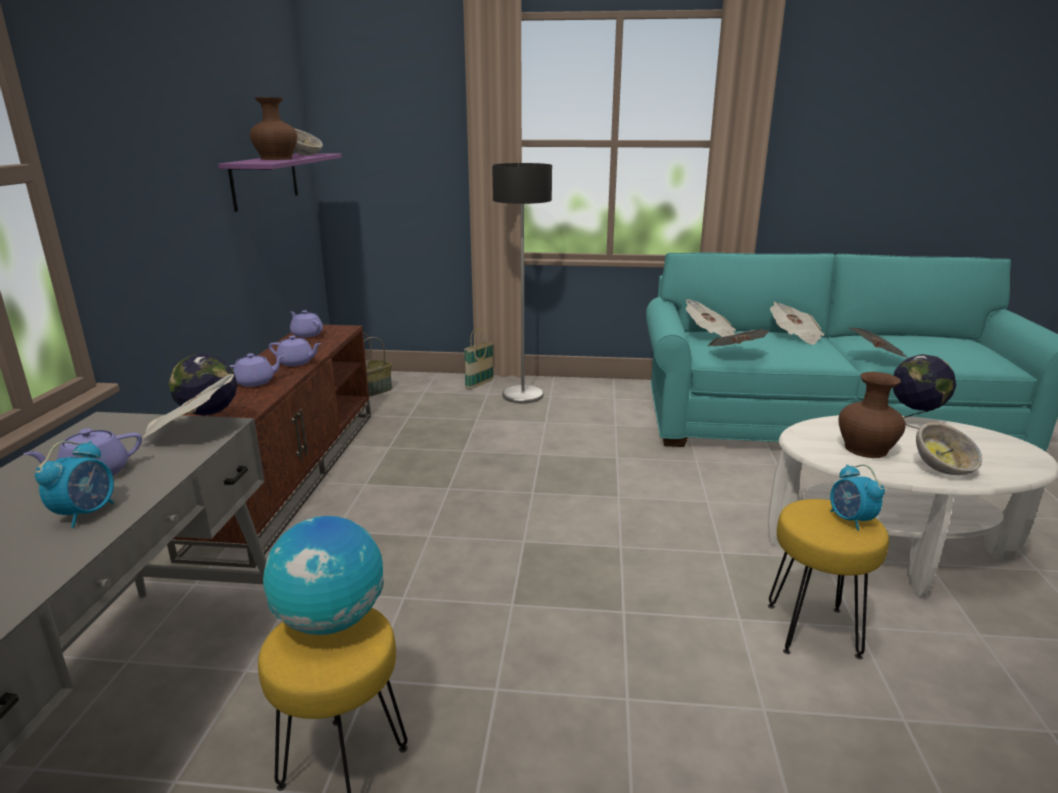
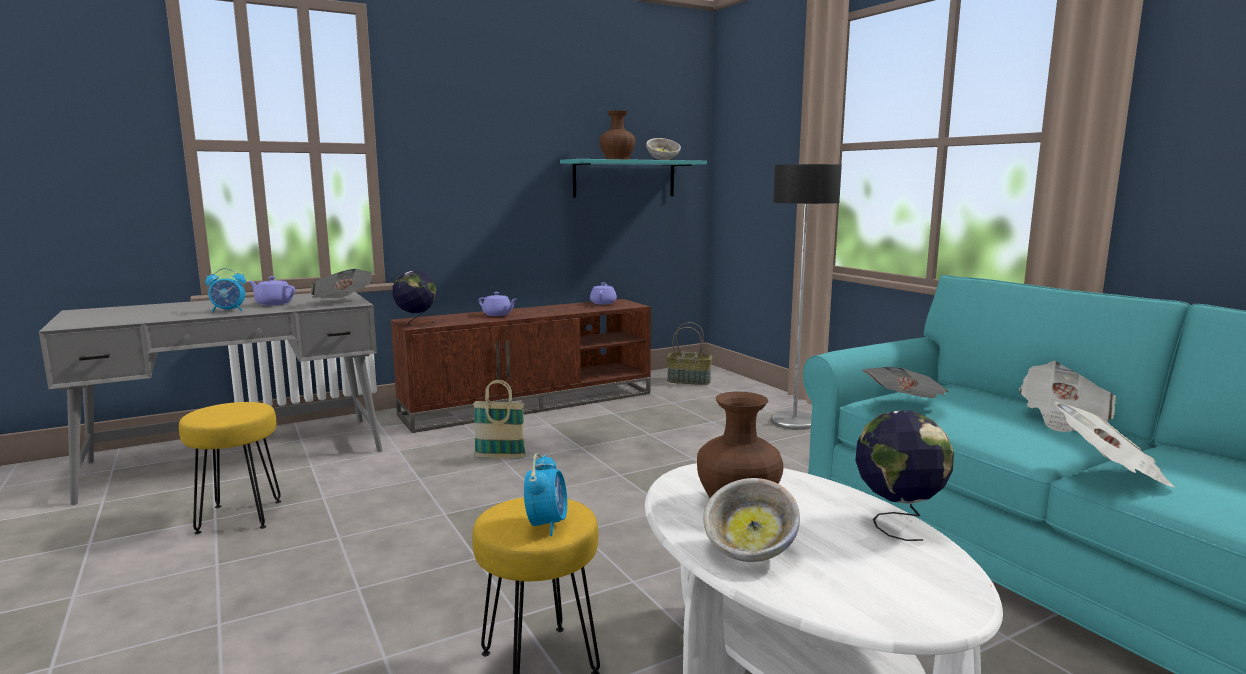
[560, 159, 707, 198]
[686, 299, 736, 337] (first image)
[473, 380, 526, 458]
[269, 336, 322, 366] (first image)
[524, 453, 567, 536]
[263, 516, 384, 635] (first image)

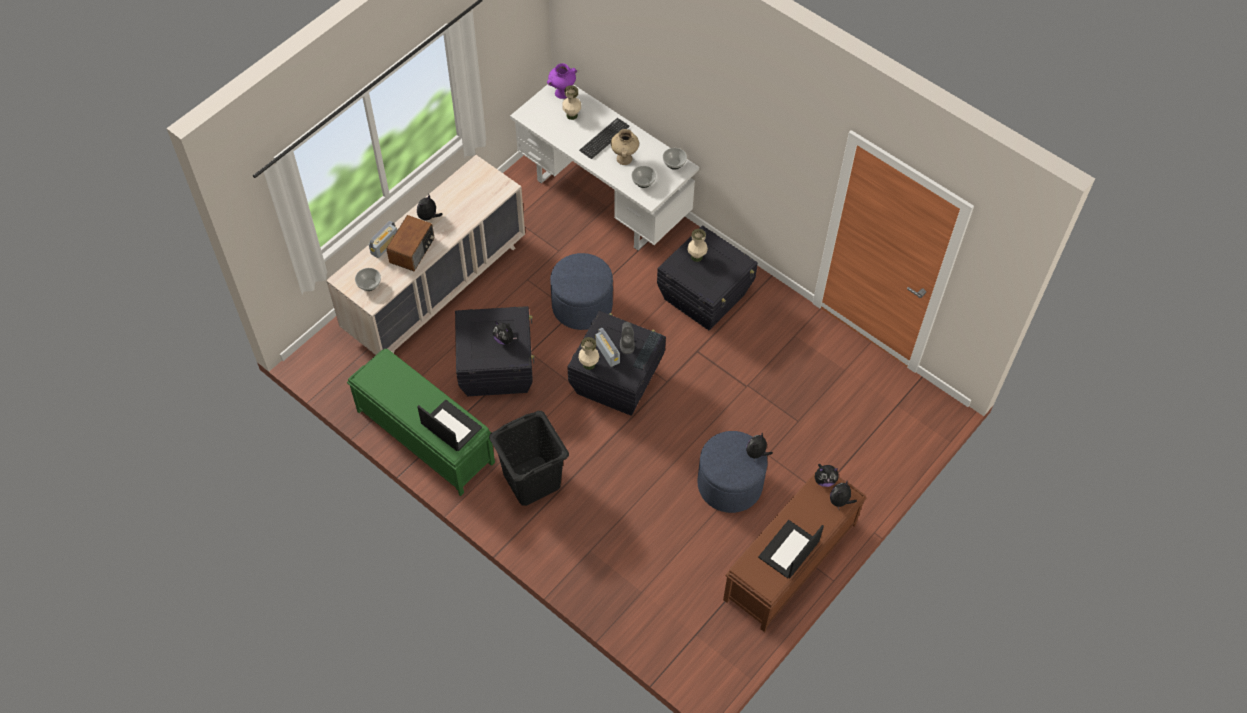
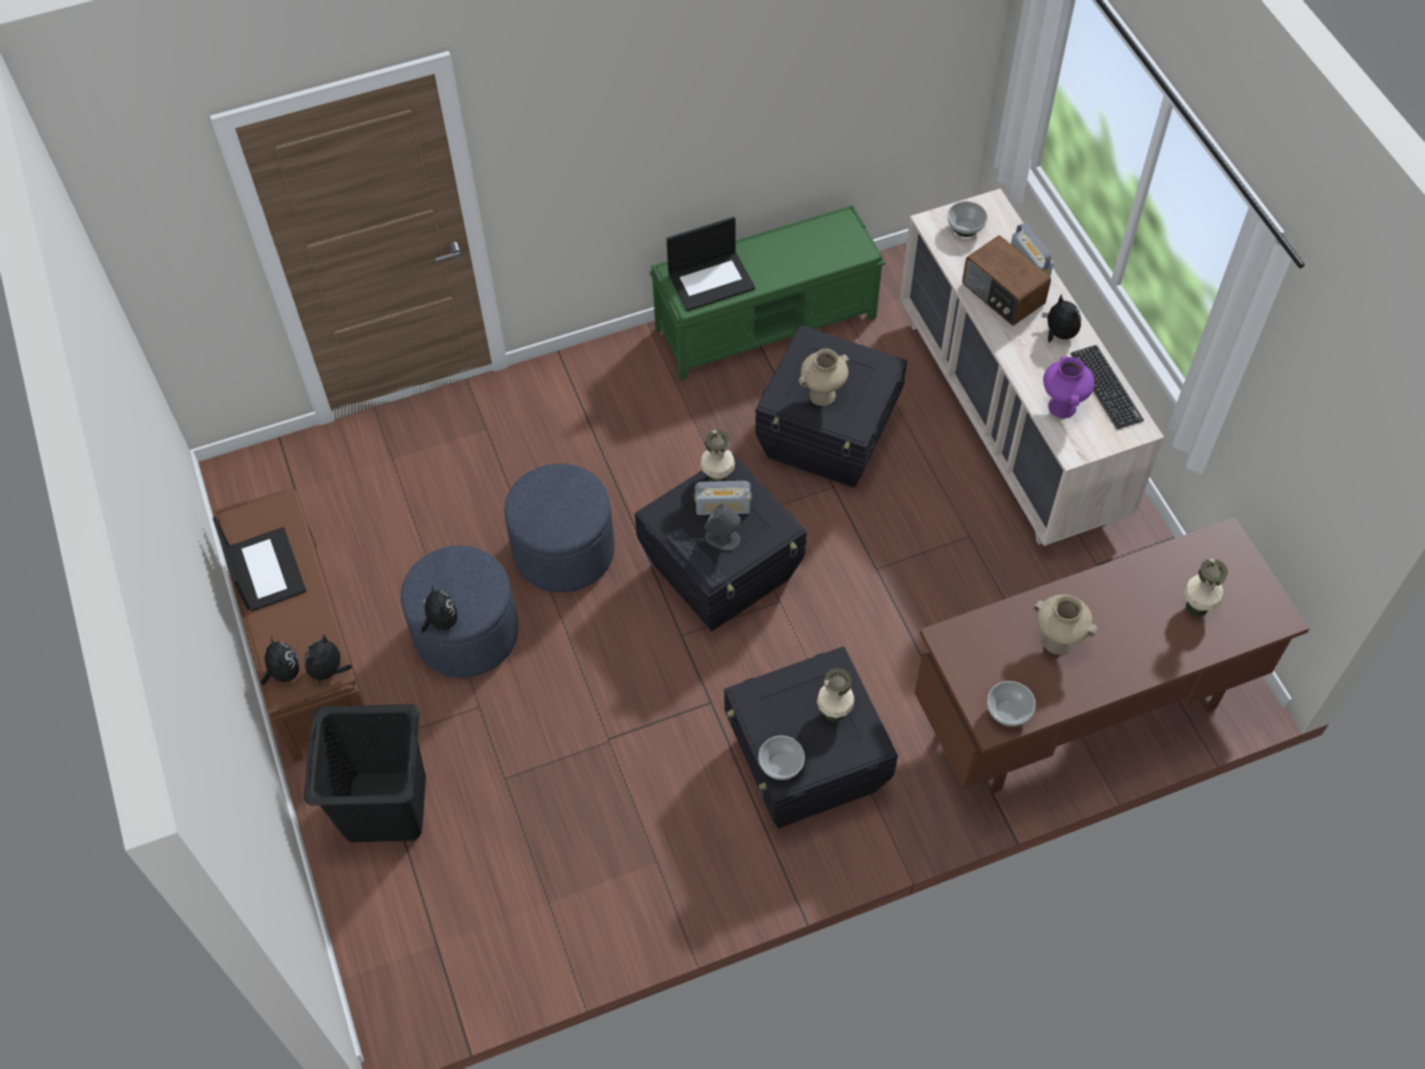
[1043, 356, 1094, 418]
[914, 517, 1310, 793]
[1071, 345, 1144, 429]
[758, 736, 805, 780]
[504, 464, 615, 592]
[799, 349, 850, 406]
[304, 704, 426, 842]

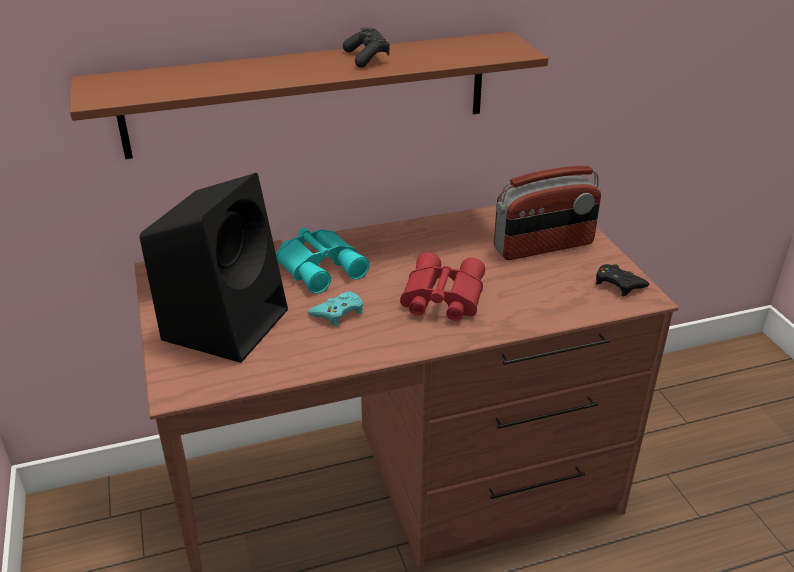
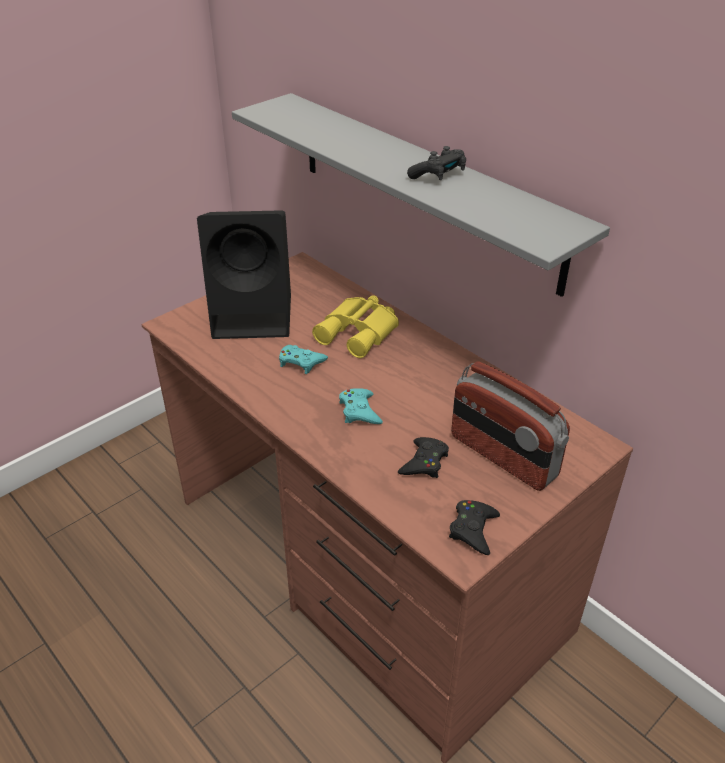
[232, 93, 610, 297]
[312, 295, 399, 358]
[339, 388, 383, 424]
[398, 437, 449, 478]

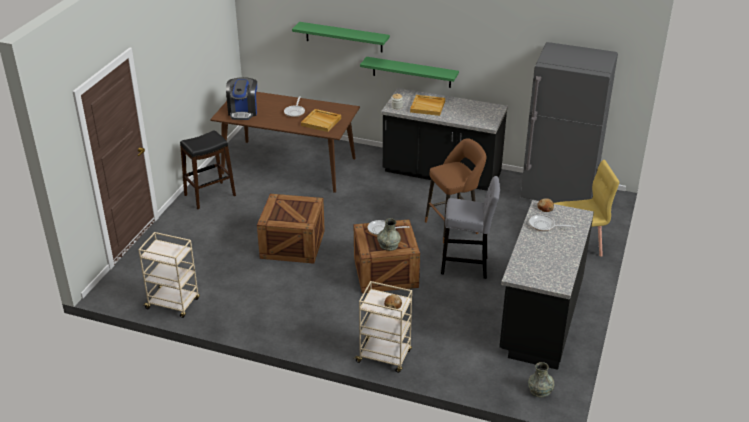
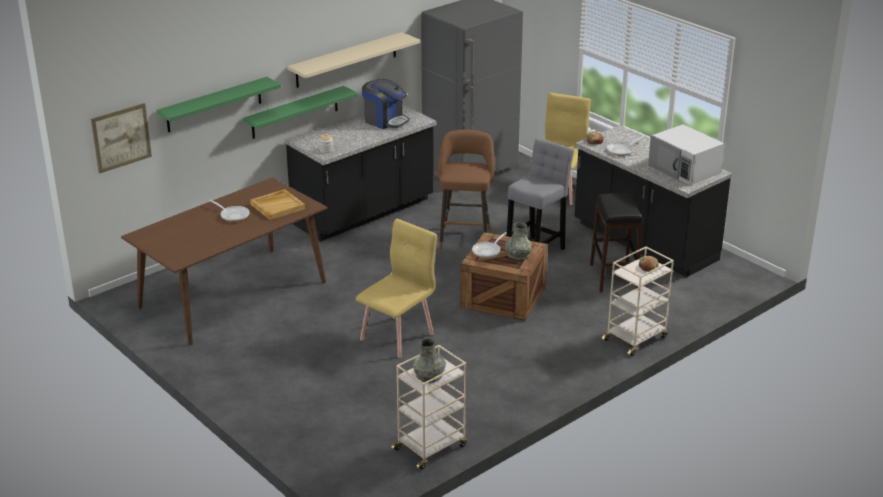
[362, 79, 410, 129]
[410, 95, 445, 116] (first image)
[590, 193, 643, 292]
[356, 219, 437, 358]
[413, 338, 446, 383]
[287, 32, 420, 88]
[91, 103, 152, 173]
[648, 124, 725, 185]

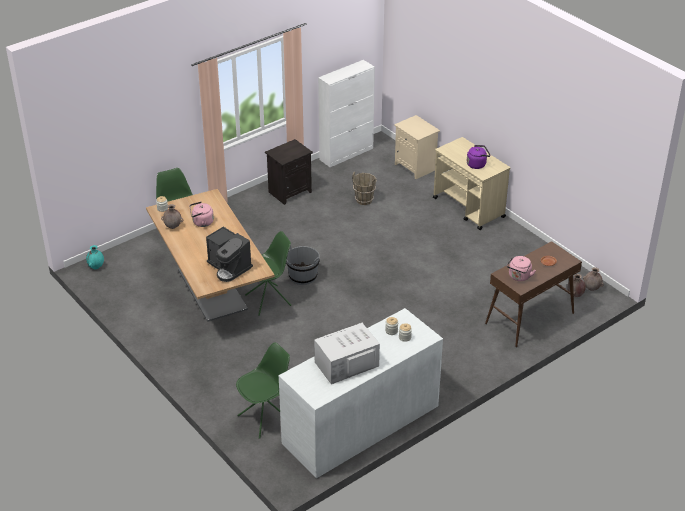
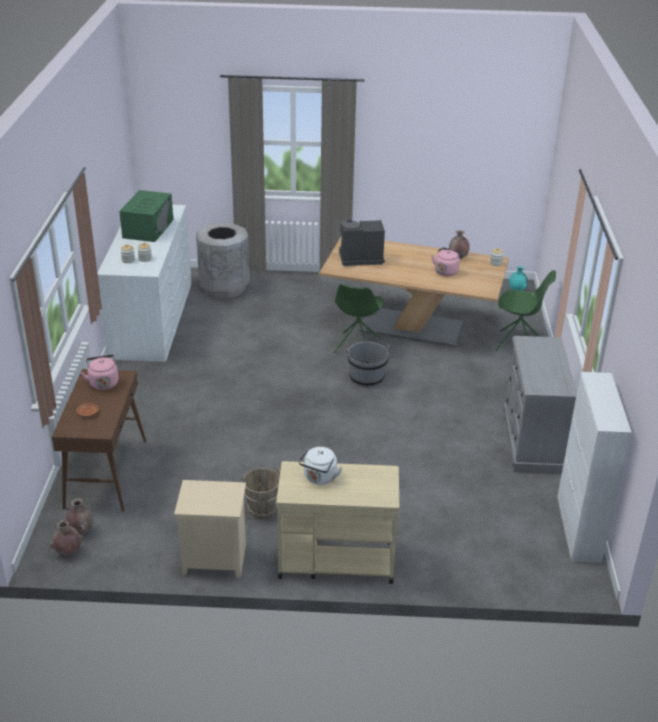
[174, 480, 246, 578]
[503, 336, 577, 474]
[299, 447, 342, 485]
[242, 466, 280, 519]
[119, 190, 173, 242]
[196, 223, 250, 298]

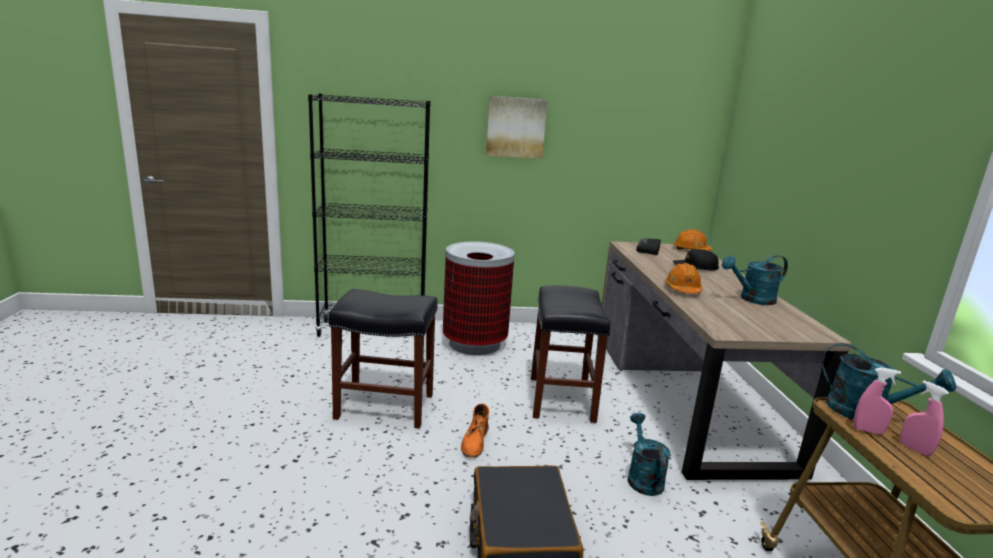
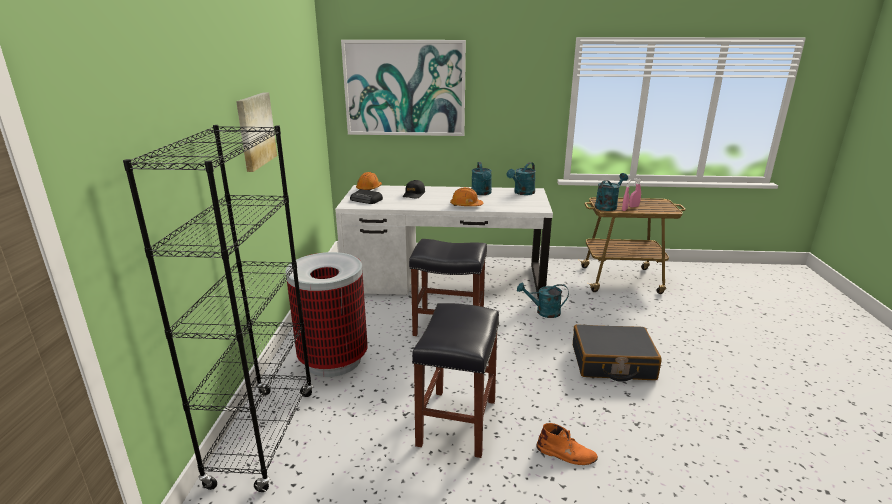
[335, 185, 553, 299]
[536, 423, 598, 465]
[341, 40, 466, 136]
[507, 162, 536, 195]

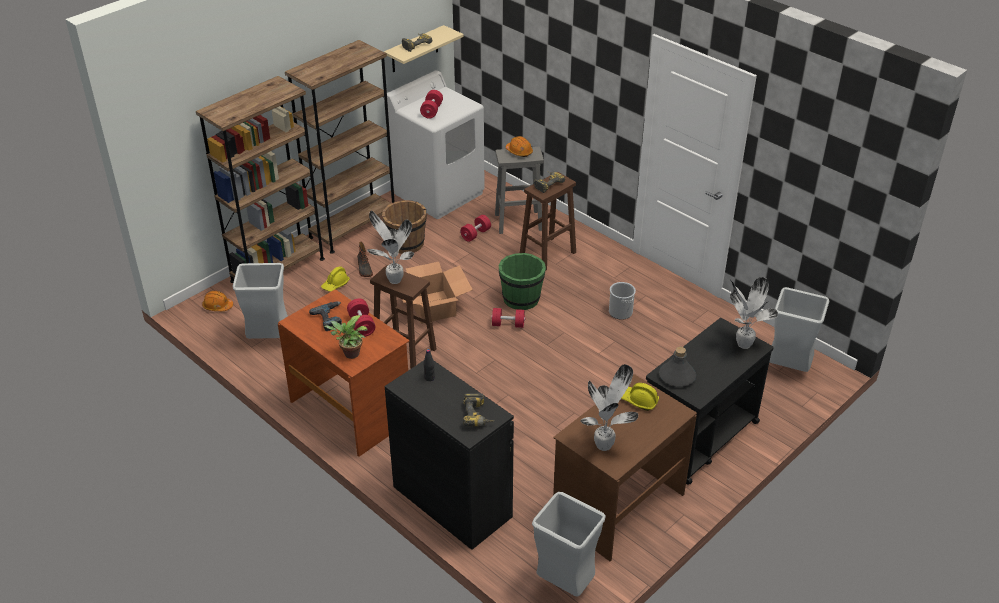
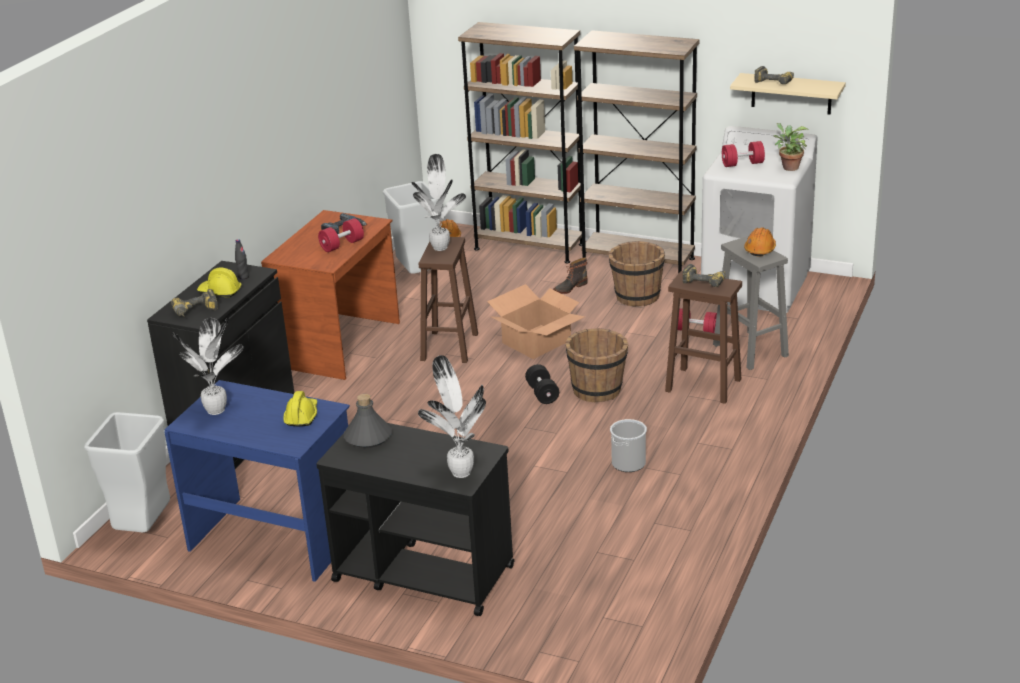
[565, 328, 628, 402]
[197, 267, 242, 298]
[770, 287, 829, 372] (first image)
[525, 364, 559, 404]
[773, 123, 809, 171]
[165, 380, 350, 582]

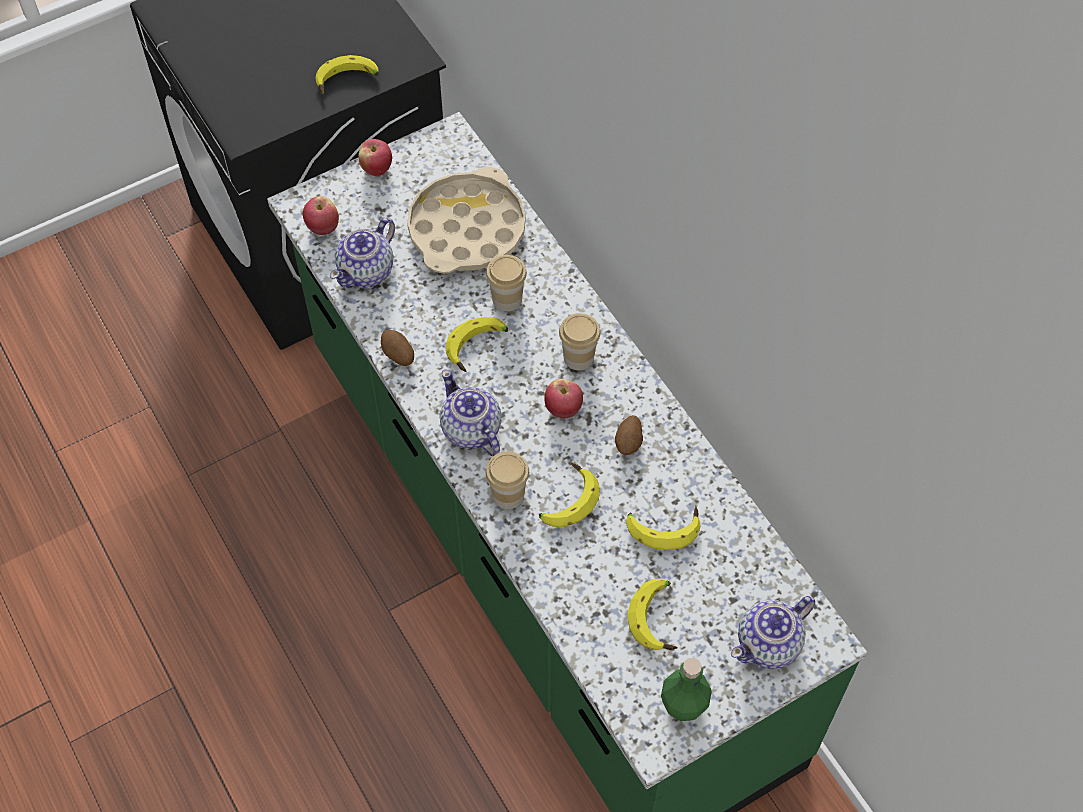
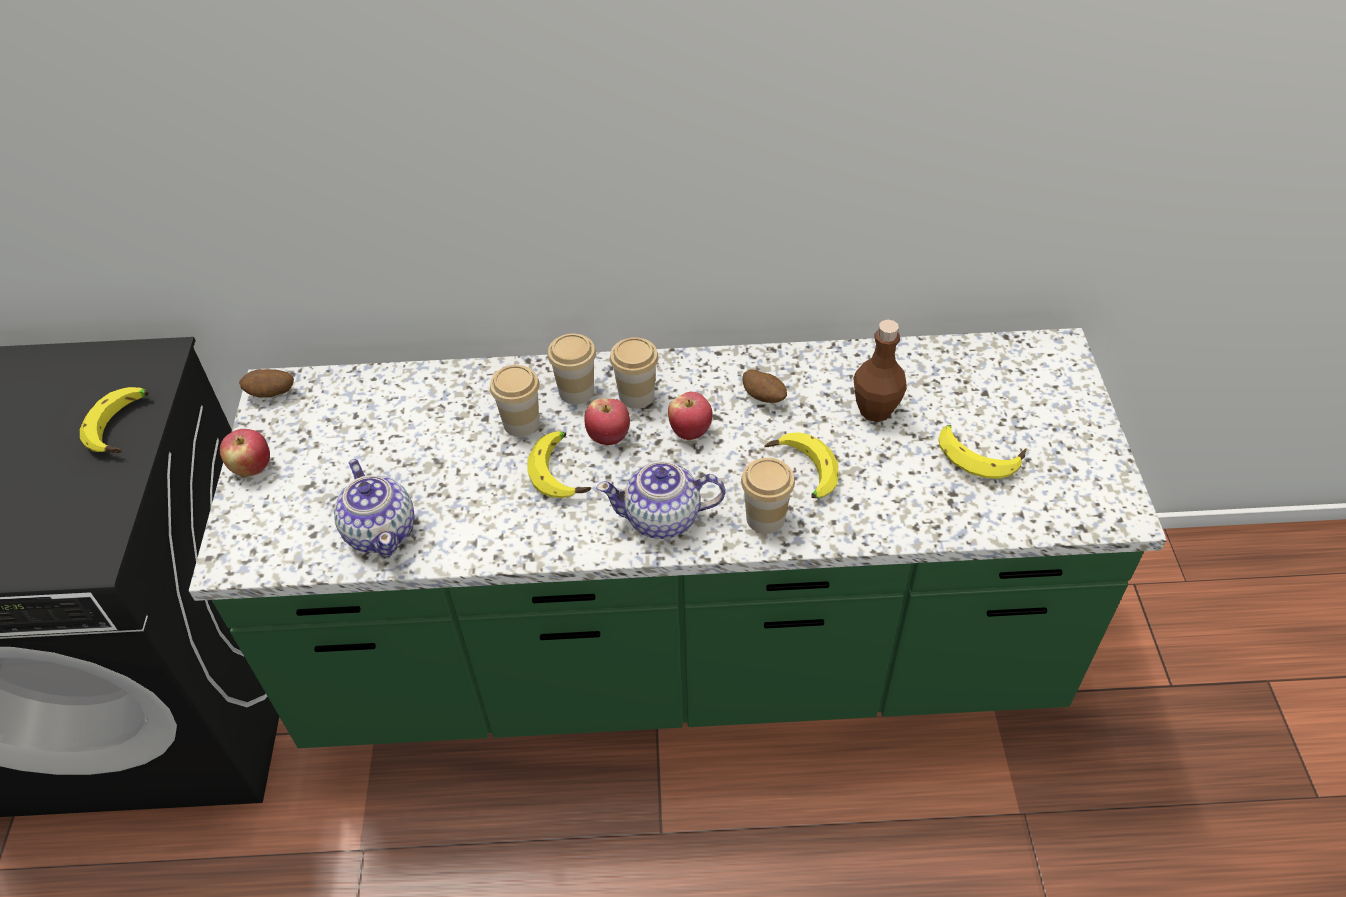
[407, 167, 526, 274] (first image)
[584, 399, 630, 445]
[239, 369, 294, 398]
[853, 320, 907, 422]
[731, 596, 815, 669] (first image)
[661, 658, 712, 721] (first image)
[547, 333, 596, 404]

